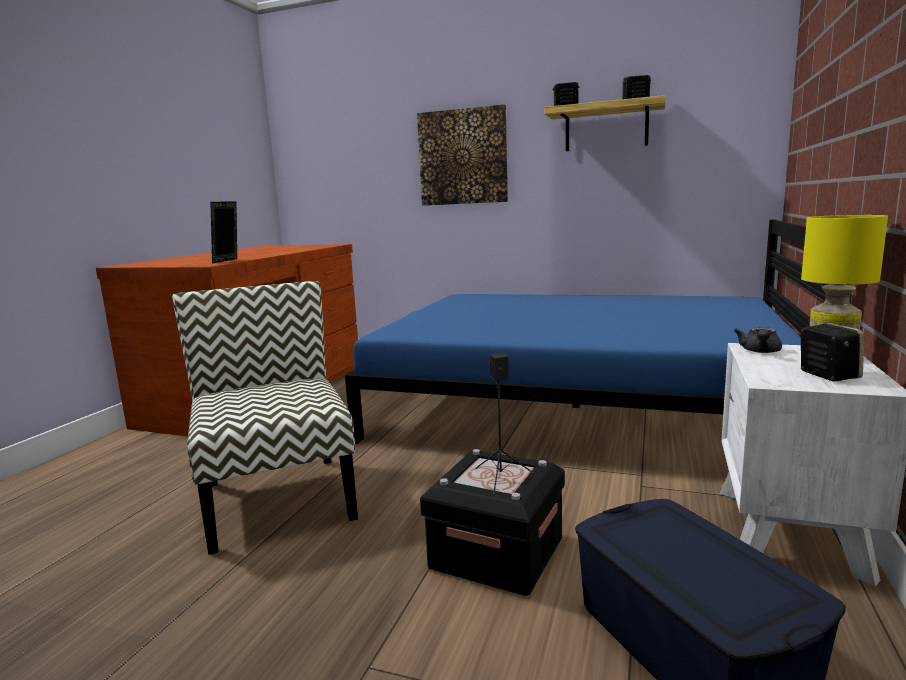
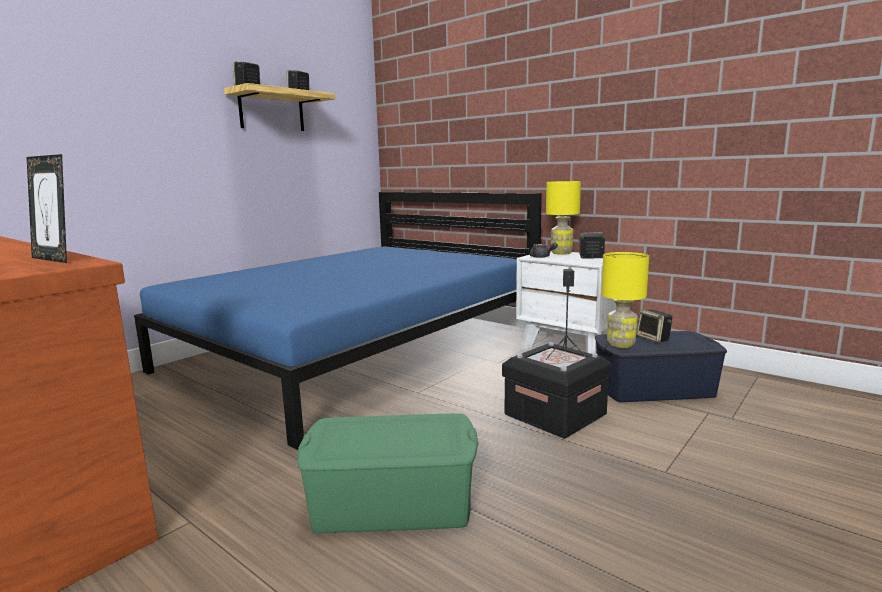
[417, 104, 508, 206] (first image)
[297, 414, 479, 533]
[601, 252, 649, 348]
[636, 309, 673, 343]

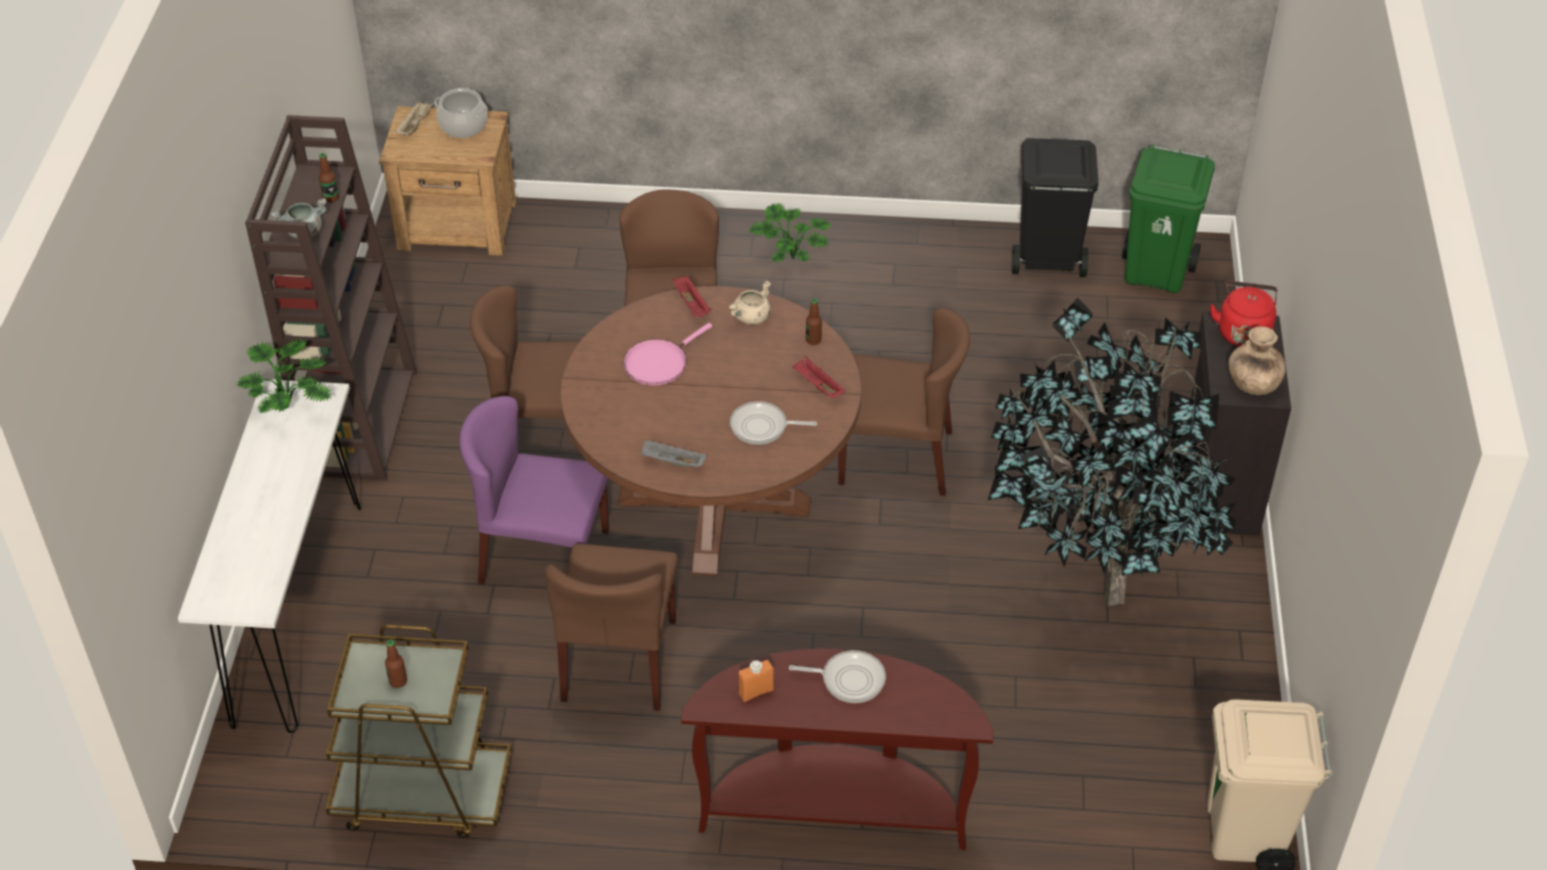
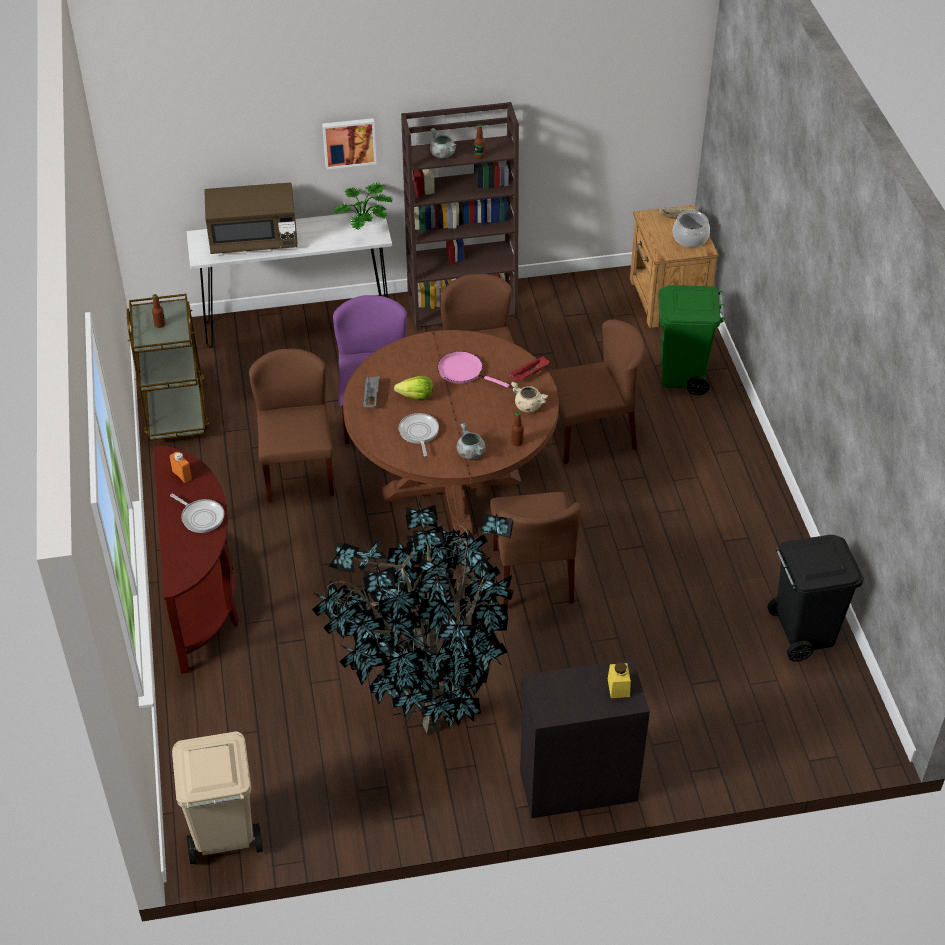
[658, 285, 725, 395]
[748, 202, 832, 263] (first image)
[608, 662, 631, 698]
[1229, 326, 1286, 395] (first image)
[457, 423, 486, 459]
[249, 349, 334, 503]
[170, 493, 224, 533]
[322, 118, 376, 170]
[204, 183, 298, 254]
[394, 376, 433, 399]

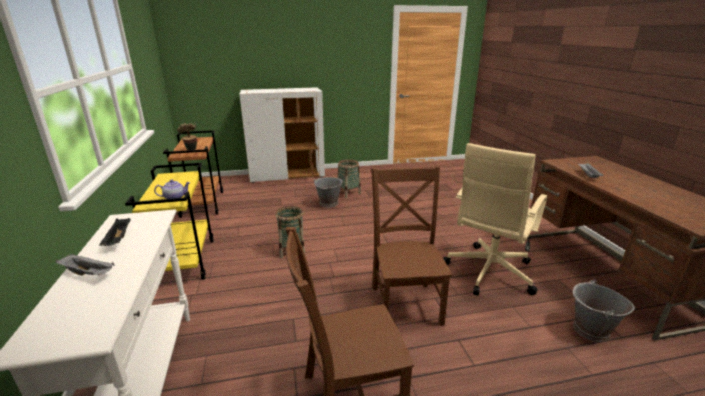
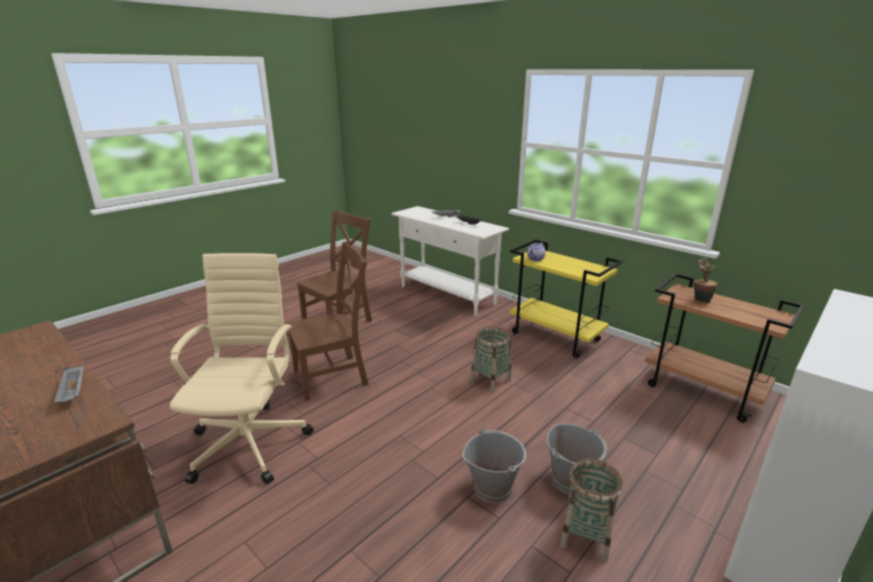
[287, 241, 369, 401]
[462, 428, 526, 503]

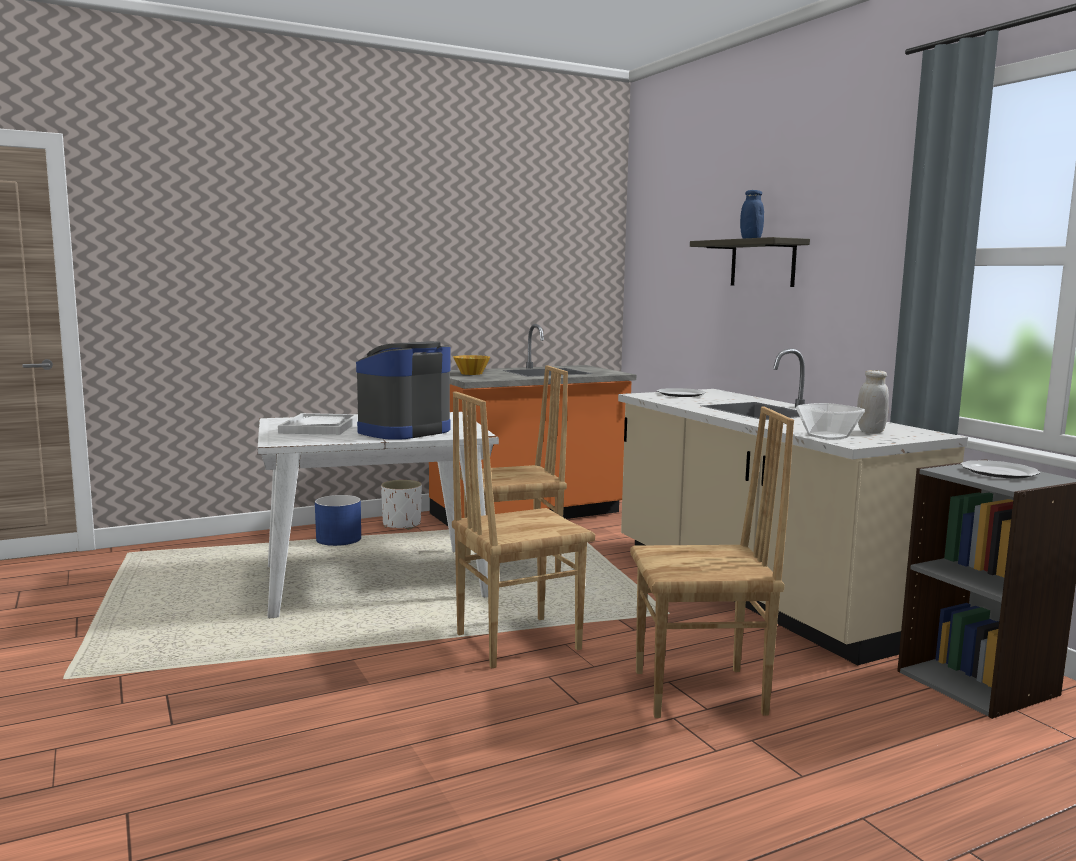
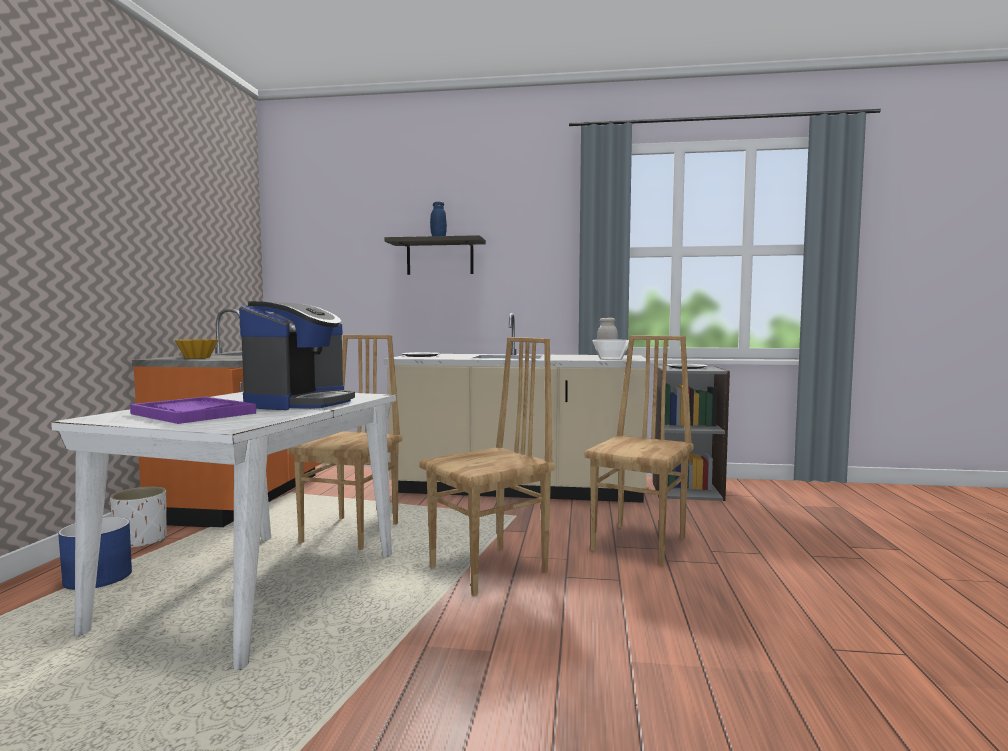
[239, 301, 355, 410]
[419, 337, 555, 596]
[130, 397, 256, 424]

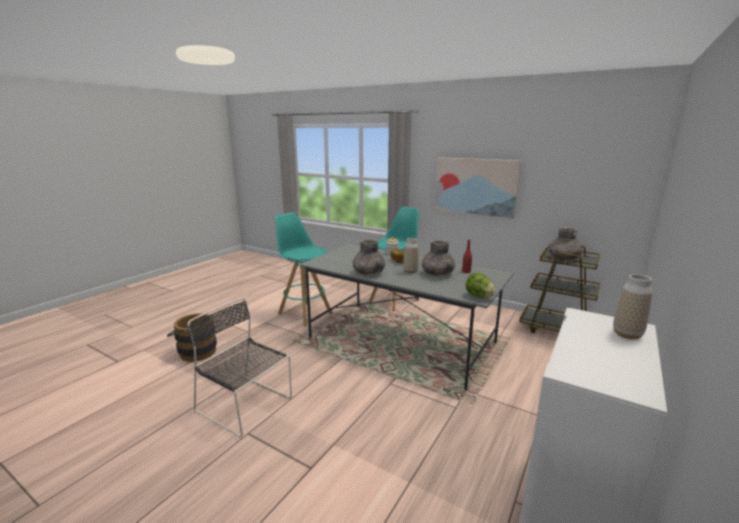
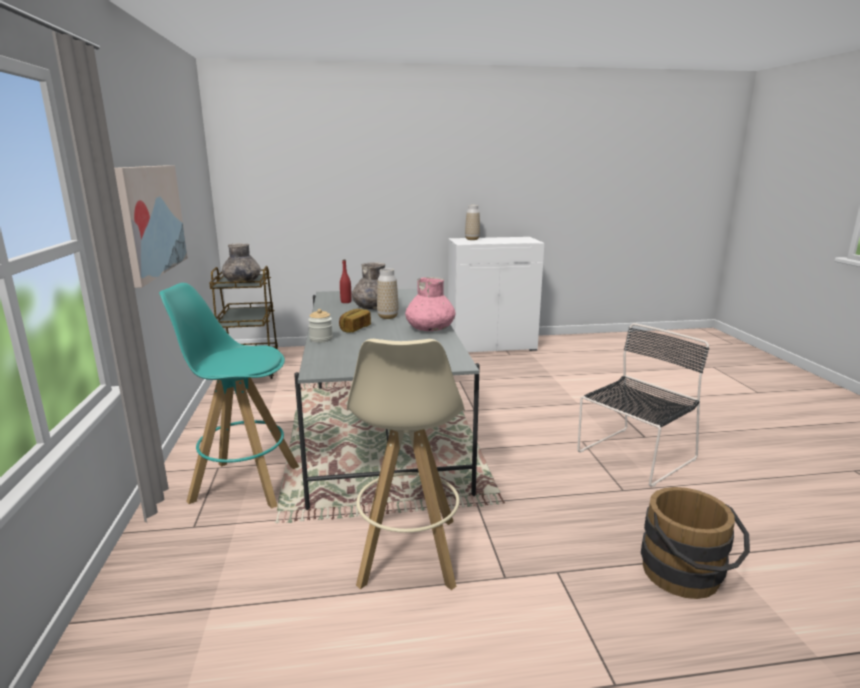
[347, 339, 465, 590]
[405, 277, 456, 331]
[465, 273, 496, 298] (first image)
[577, 323, 709, 487]

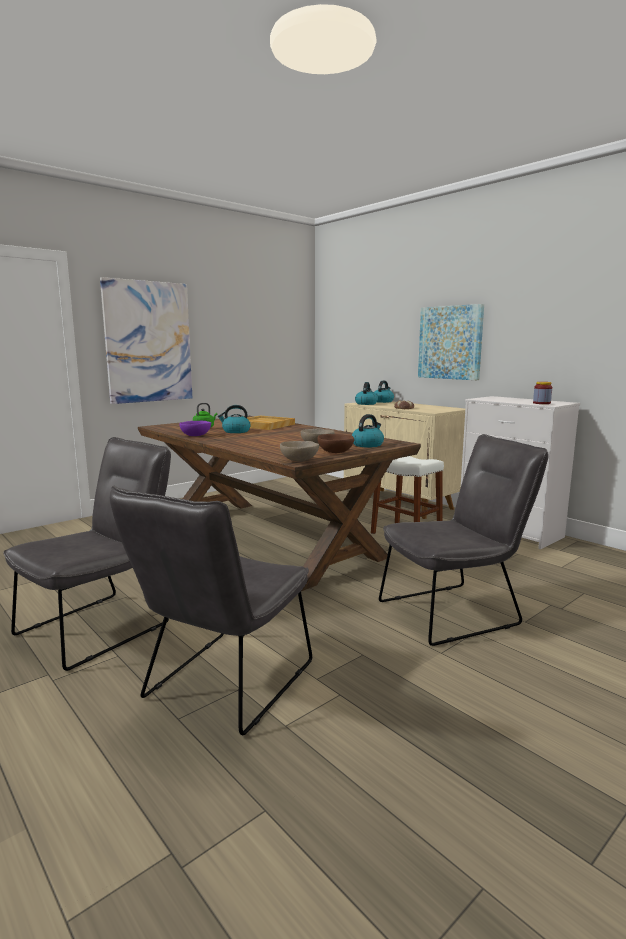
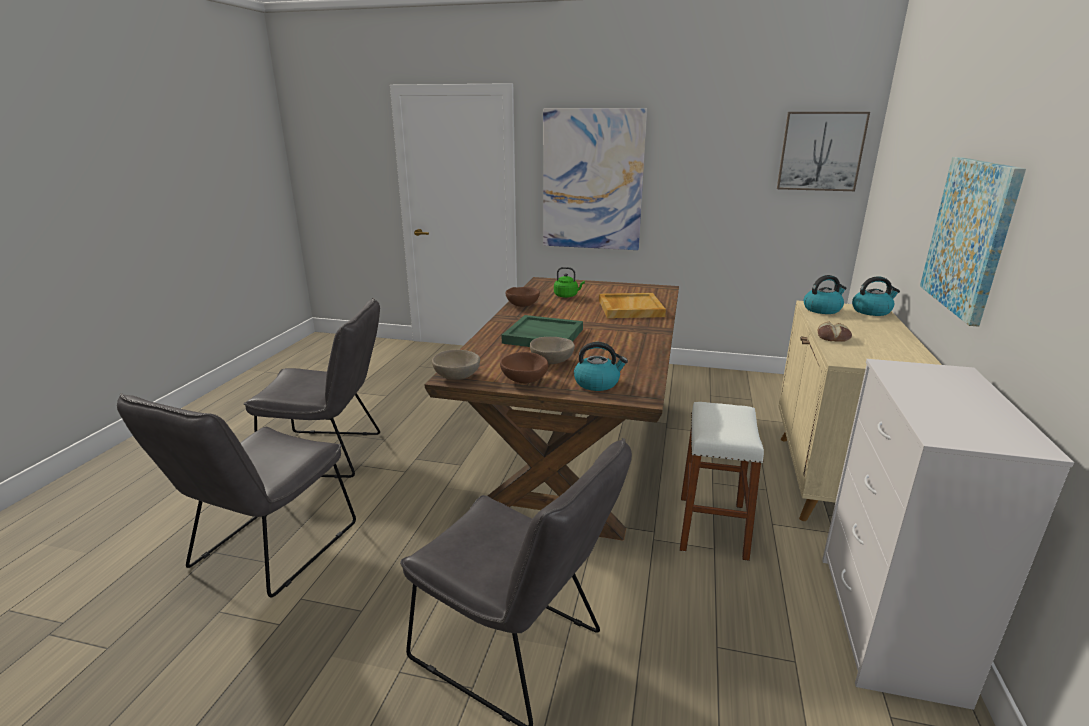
[533, 382, 552, 404] (first image)
[218, 405, 251, 433] (first image)
[506, 287, 540, 307]
[117, 393, 356, 597]
[777, 112, 870, 191]
[502, 315, 583, 347]

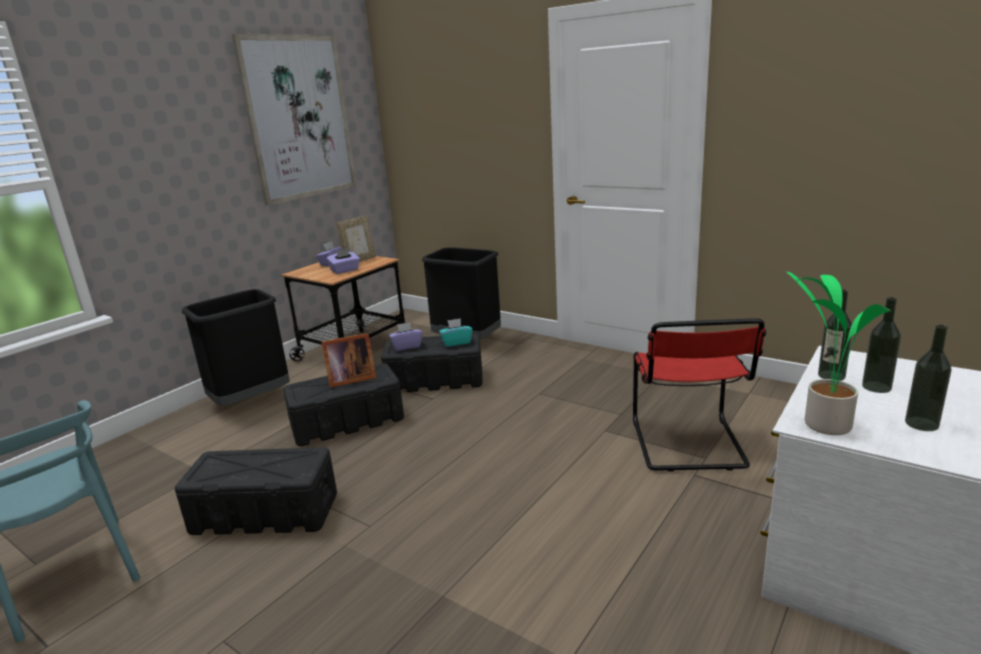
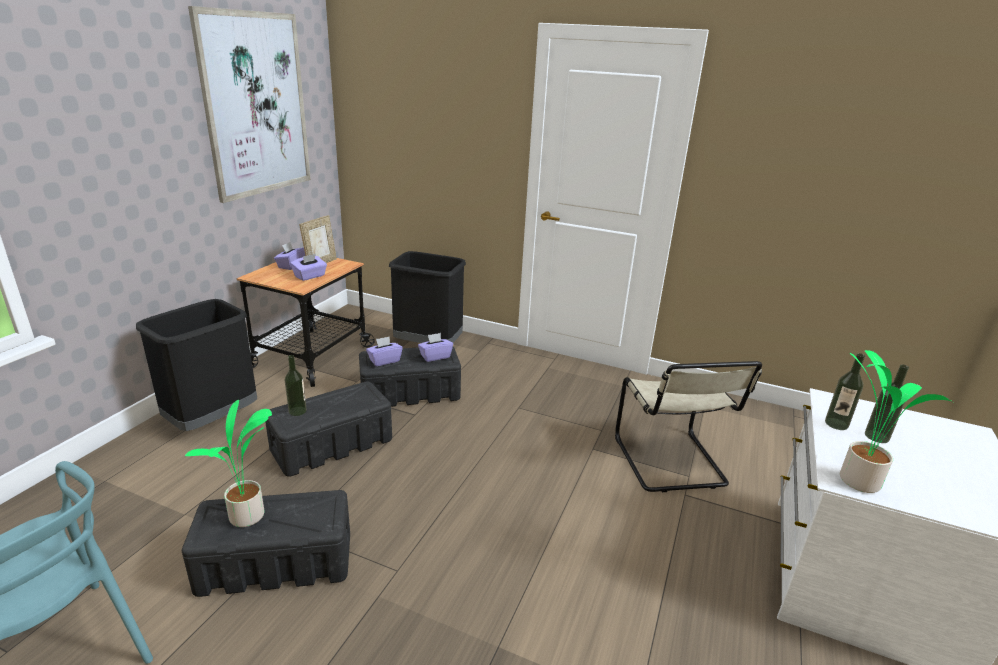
[418, 333, 453, 362]
[615, 361, 762, 492]
[285, 355, 307, 416]
[322, 333, 376, 388] (first image)
[185, 400, 272, 527]

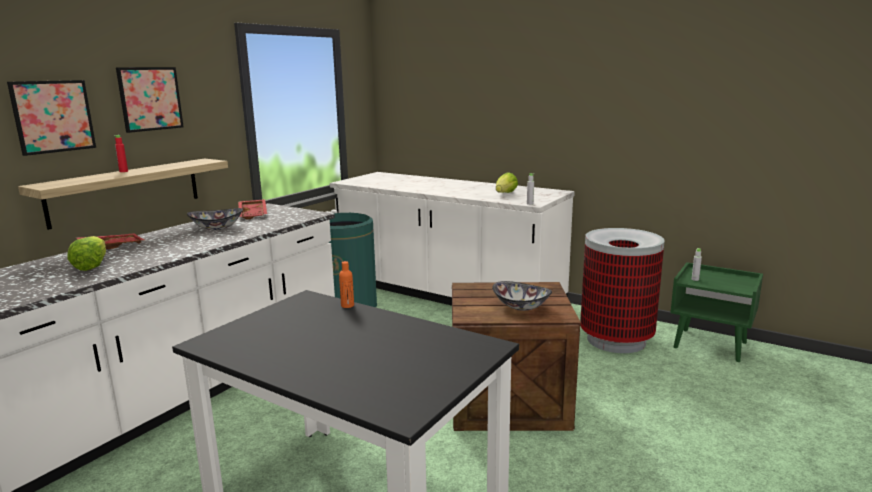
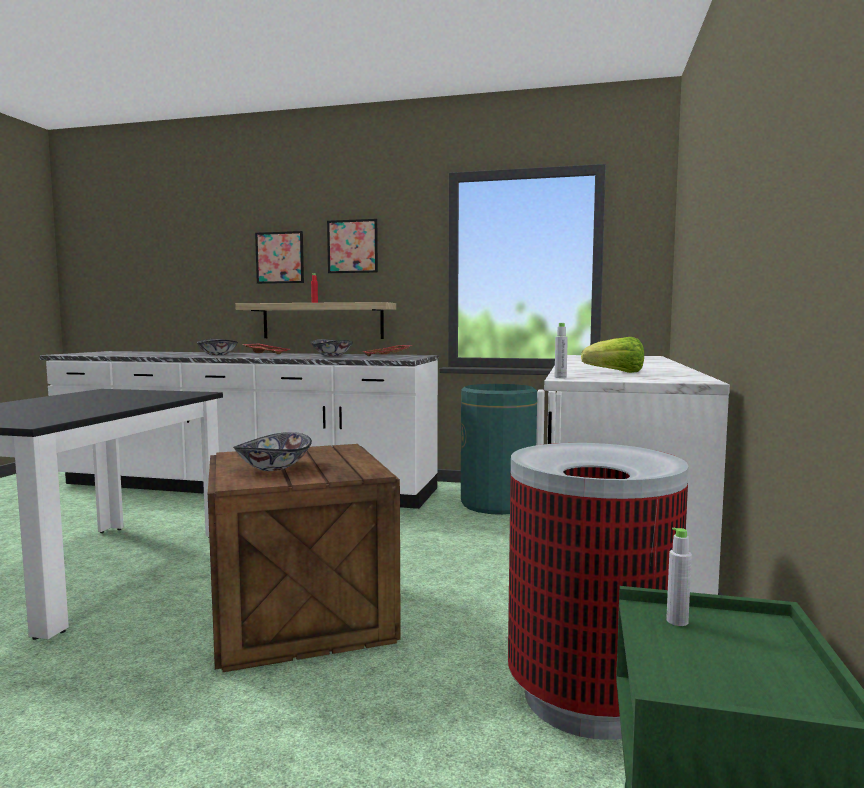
[197, 339, 238, 355]
[339, 261, 354, 308] (first image)

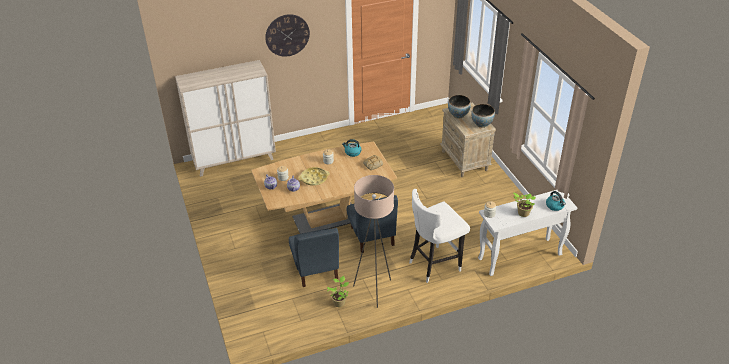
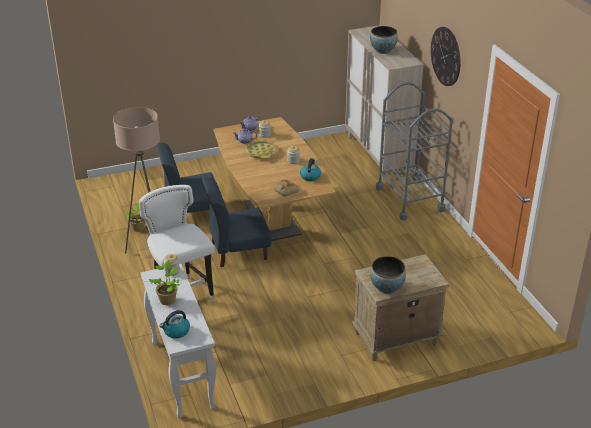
[370, 26, 398, 54]
[376, 82, 453, 221]

